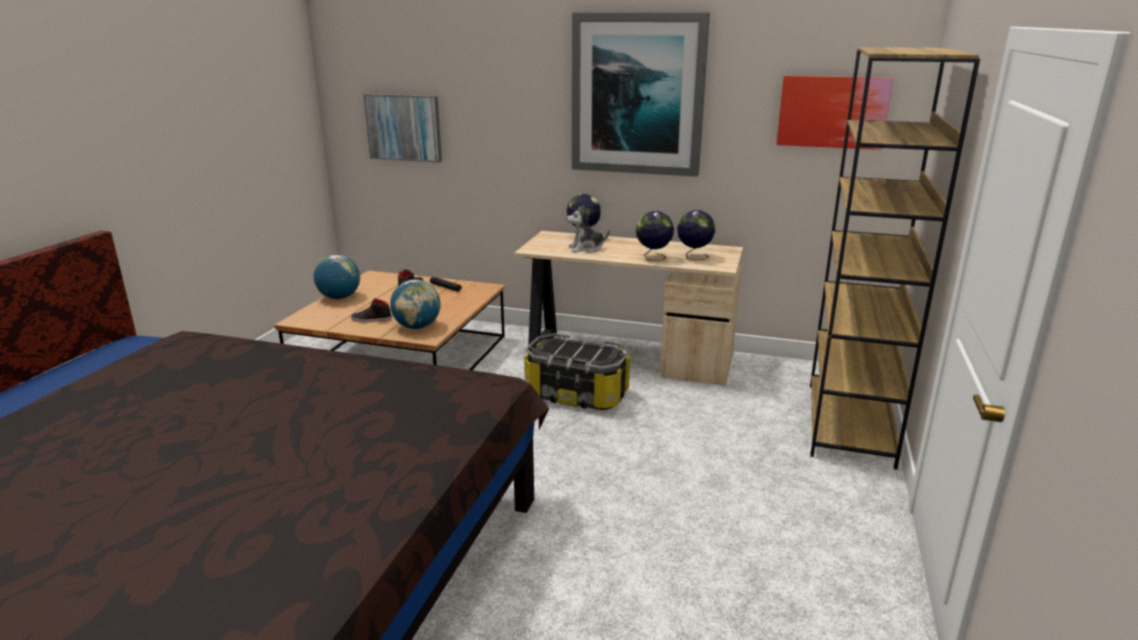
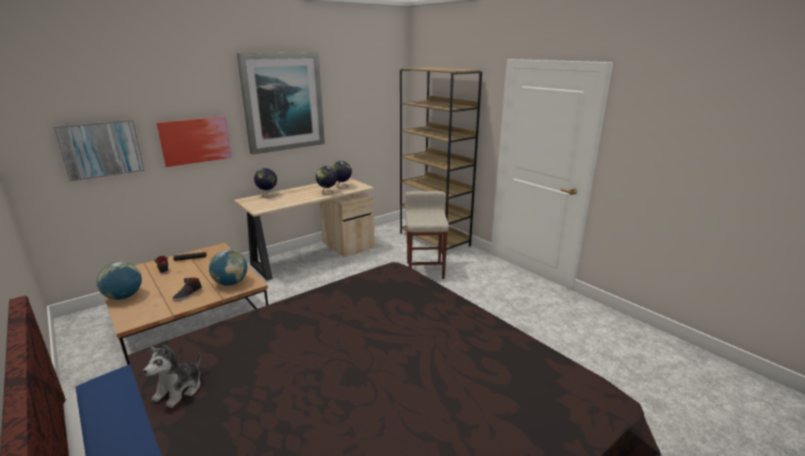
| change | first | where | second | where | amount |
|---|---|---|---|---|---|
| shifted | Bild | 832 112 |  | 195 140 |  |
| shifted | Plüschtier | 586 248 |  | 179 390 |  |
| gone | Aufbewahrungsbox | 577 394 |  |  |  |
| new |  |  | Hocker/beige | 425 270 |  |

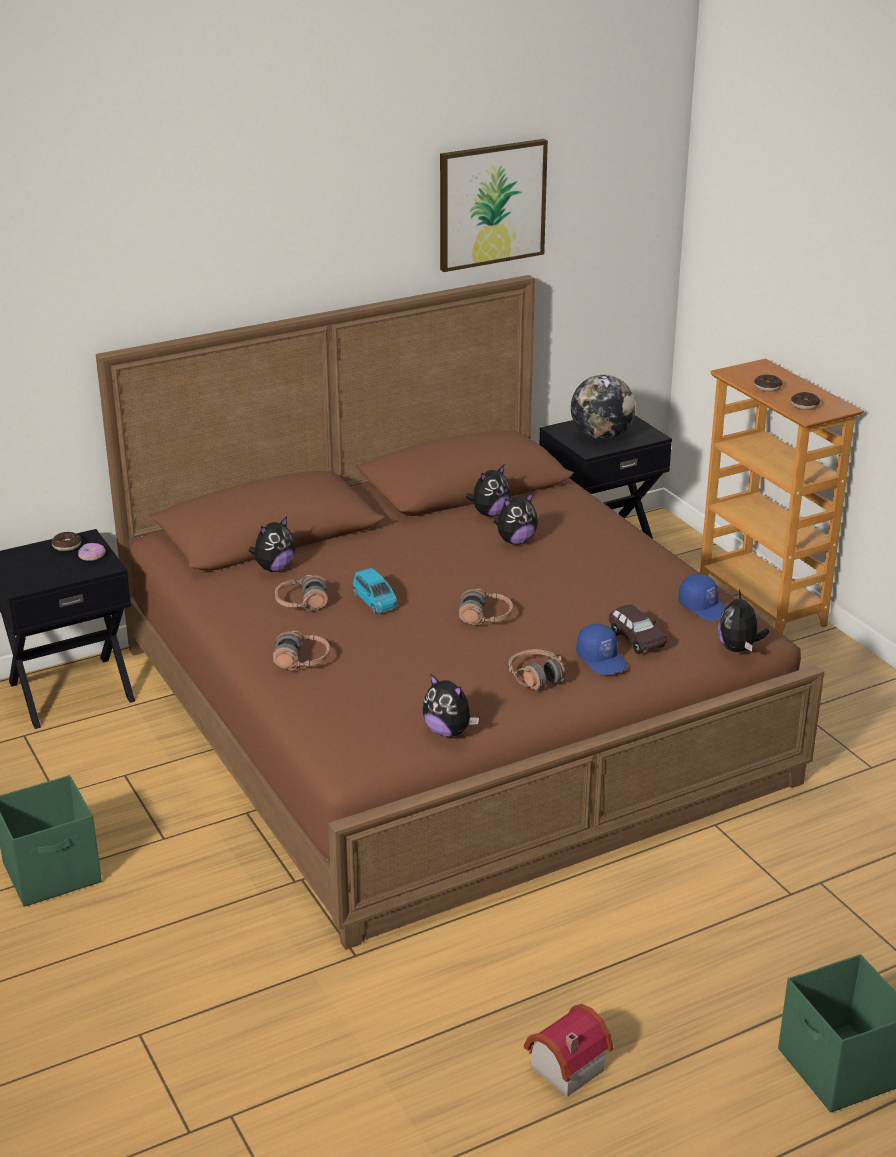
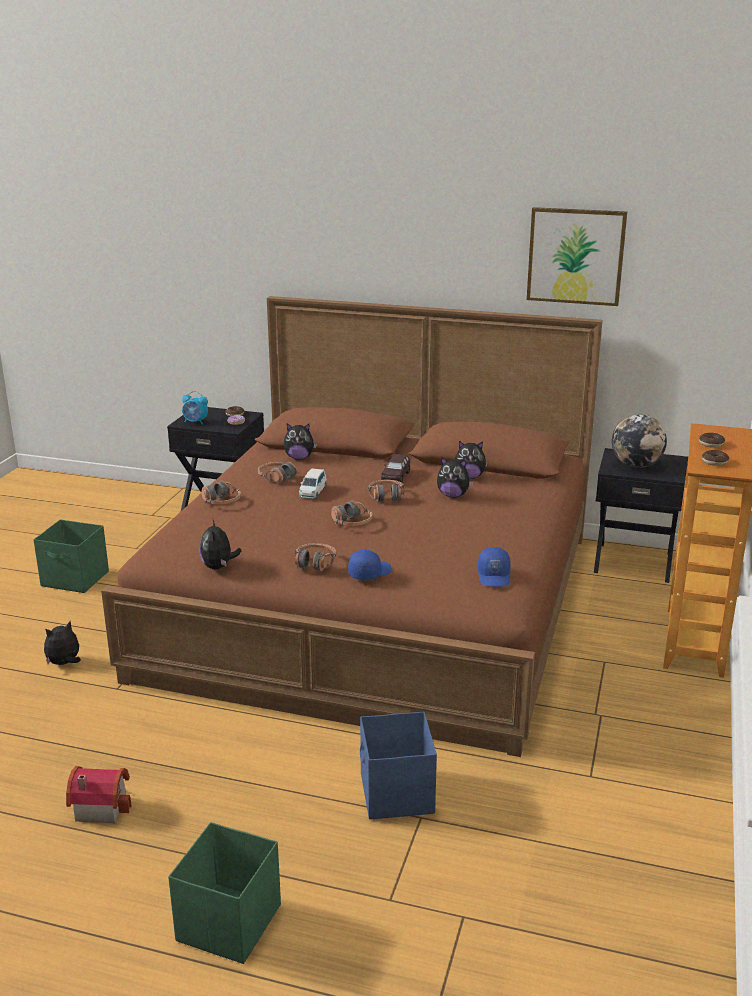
| change | first | where | second | where | amount |
|---|---|---|---|---|---|
| repainted | Spielzeugauto/blau | 375 601 | Spielzeugauto/weiß | 313 492 |  |
| shifted | Plüschtier | 738 649 |  | 64 663 |  |
| shifted | Spielzeugauto/braun | 636 639 |  | 396 476 |  |
| rotated | Kappe/blau | 602 659 |  | 369 572 | 150 degrees counterclockwise |
| new |  |  | Wecker | 195 422 |  |
| new |  |  | Kopfhörer | 386 496 |  |
| new |  |  | Aufbewahrungsbox/blau | 396 795 |  |

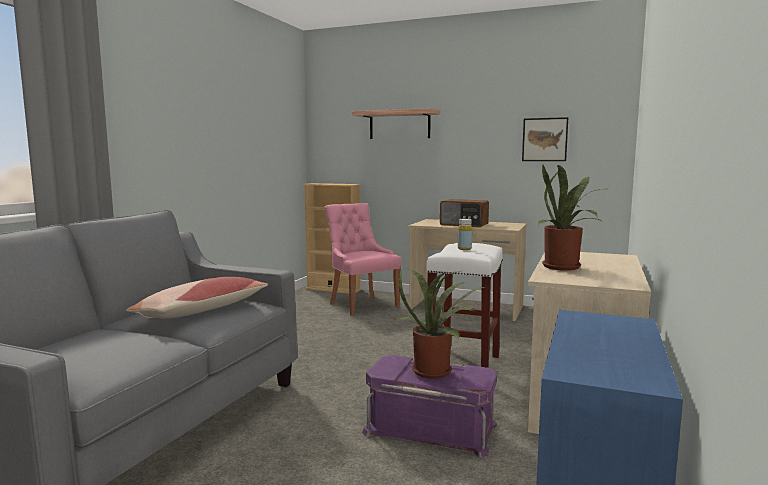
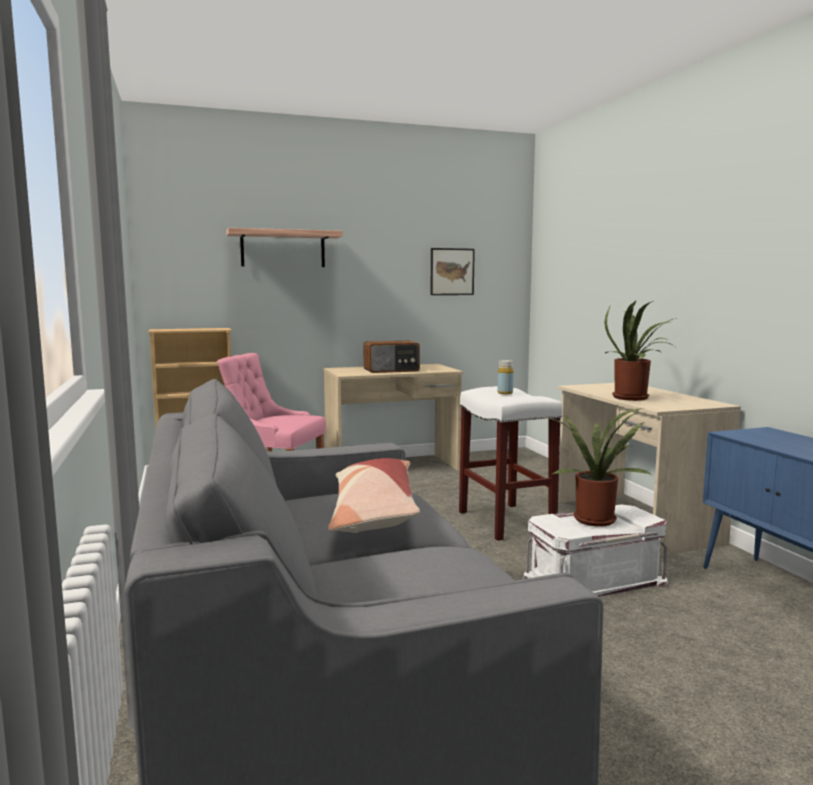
| change | first | where | second | where | amount |
|---|---|---|---|---|---|
| repainted | Aufbewahrungsbox/lila | 431 428 | Aufbewahrungsbox/weiß | 593 580 |  |

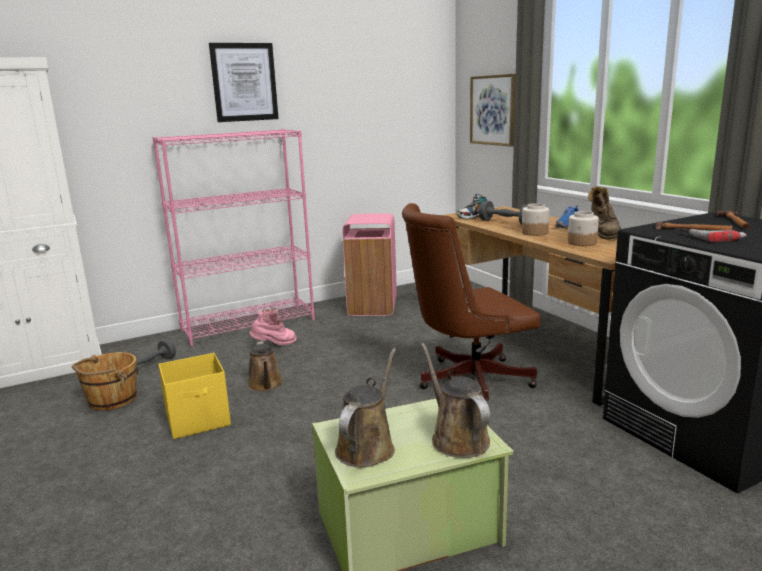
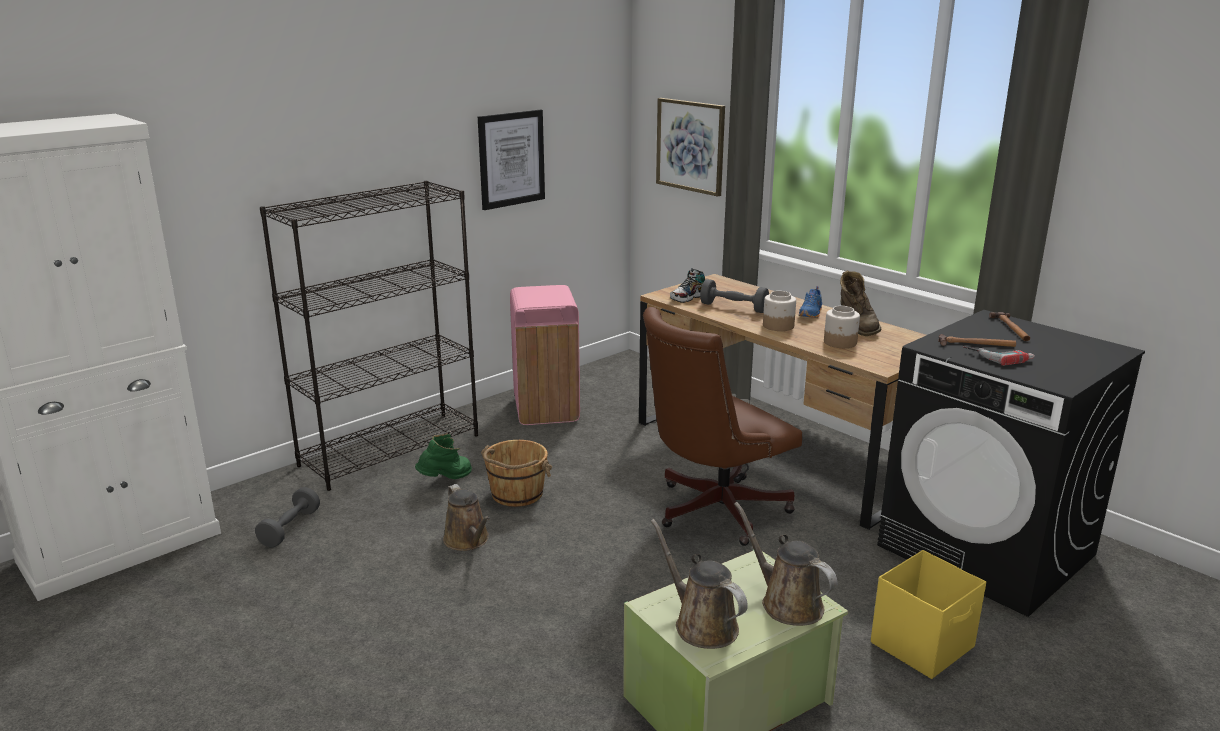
| change | first | where | second | where | amount |
|---|---|---|---|---|---|
| shifted | Bild | 244 82 |  | 511 159 |  |
| repainted | Bücherregal/rosa | 249 325 | Bücherregal/schwarz | 391 449 |  |
| repainted | Stiefel/rosa | 275 345 | Stiefel/grün | 446 480 |  |
| rotated | Gießkanne/braun | 367 446 |  | 701 624 | 45 degrees counterclockwise |
| shifted | Eimer/braun | 111 400 |  | 516 494 |  |
| shifted | Aufbewahrungsbox/gelb | 199 420 |  | 923 645 |  |

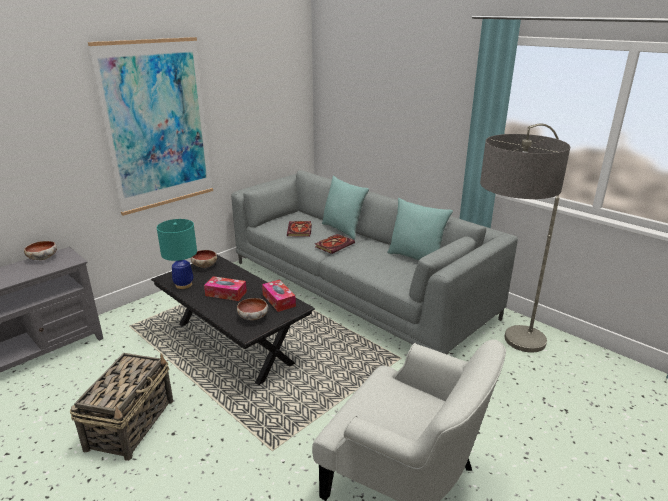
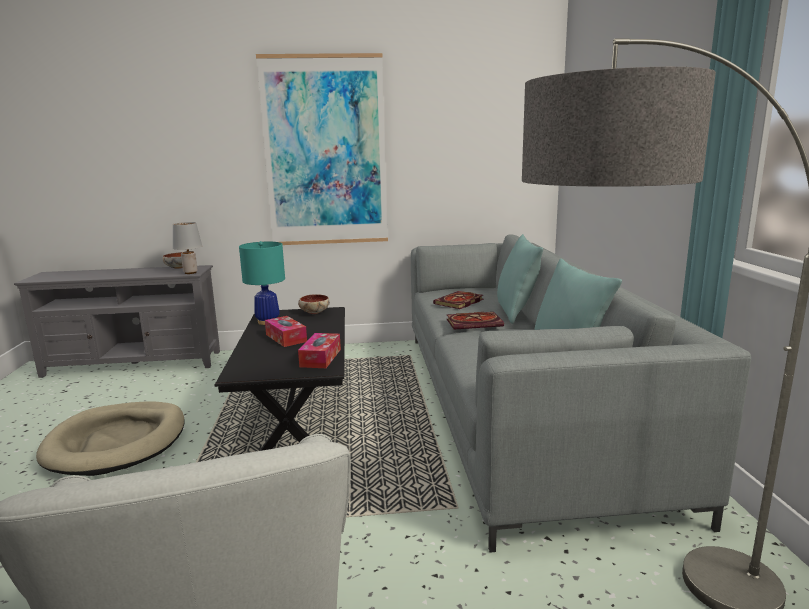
| change | first | where | second | where | amount |
|---|---|---|---|---|---|
| gone | Schüssel | 253 317 |  |  |  |
| swapped | Korb | 131 423 | Hundebett/beige | 117 442 |  |
| new |  |  | Tischlampe/grau | 191 272 |  |

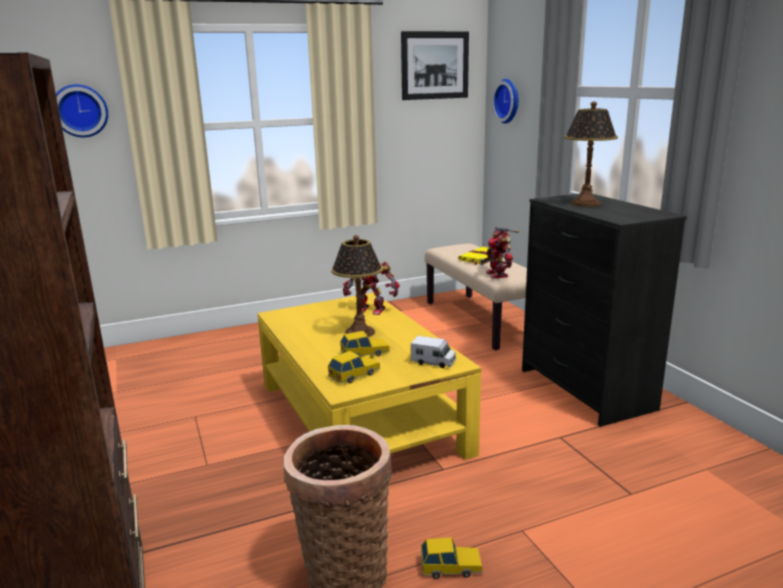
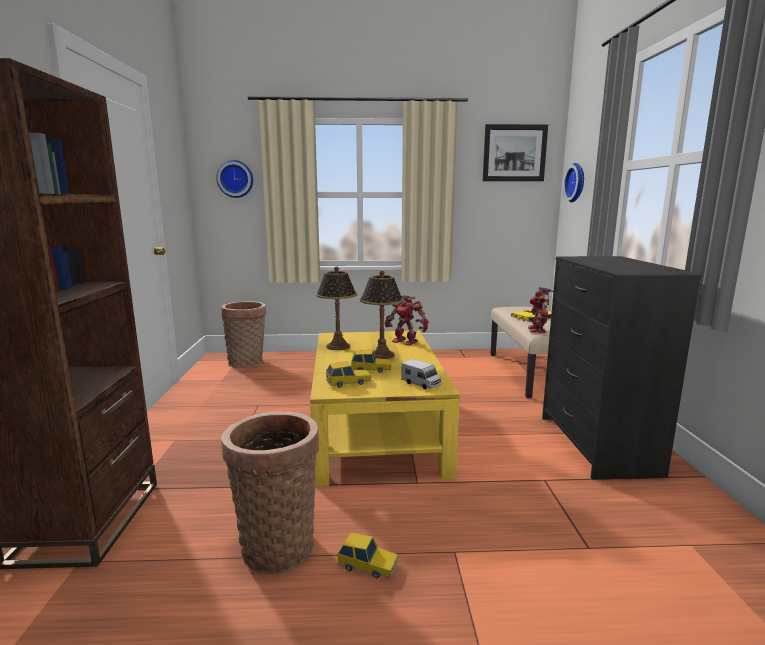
| change | first | where | second | where | amount |
|---|---|---|---|---|---|
| shifted | Tischlampe | 585 203 |  | 337 346 |  |
| new |  |  | Korb | 247 362 |  |

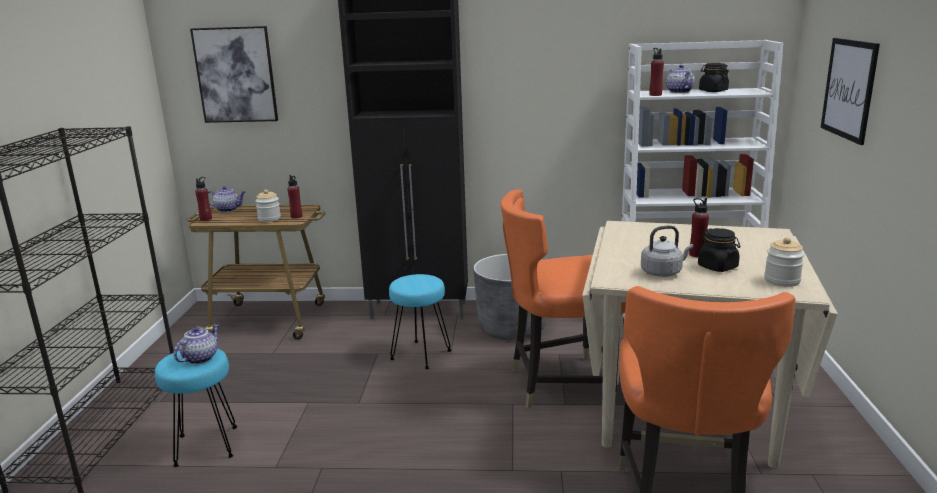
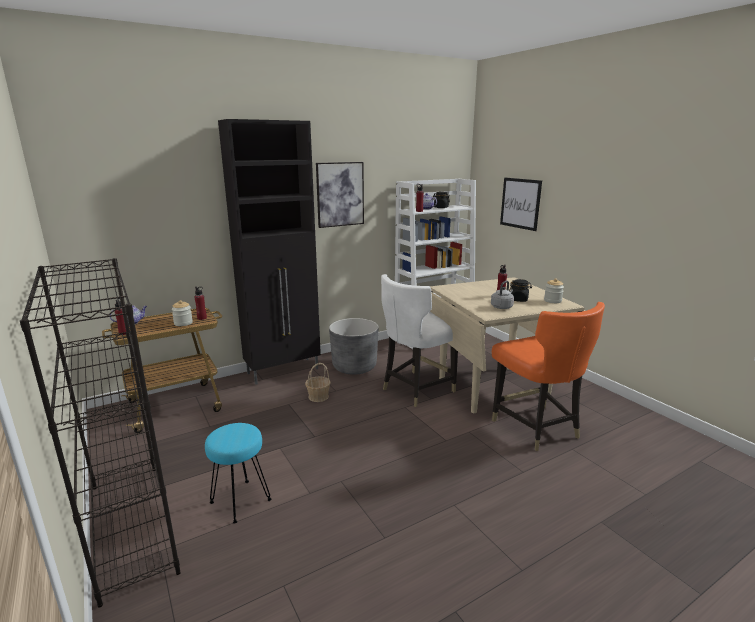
| change | first | where | second | where | amount |
|---|---|---|---|---|---|
| shifted | Bild | 235 75 |  | 340 194 |  |
| repainted | Stuhl/orange | 561 384 | Stuhl/weiß | 417 389 |  |
| swapped | Hocker/türkis | 420 354 | Korb | 318 396 |  |
| gone | Teekanne | 200 358 |  |  |  |

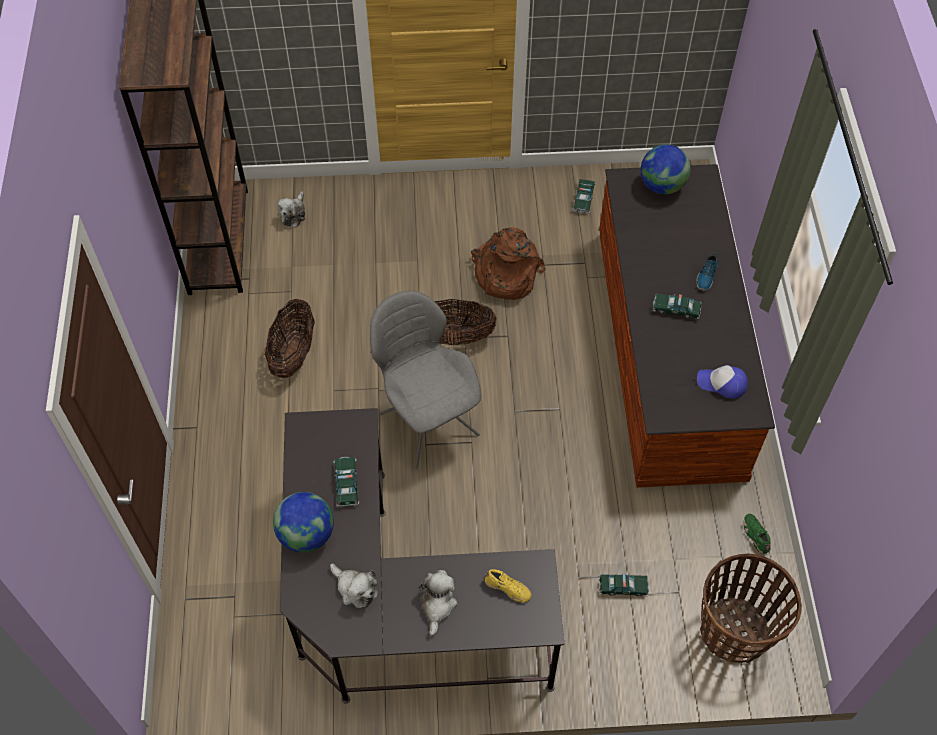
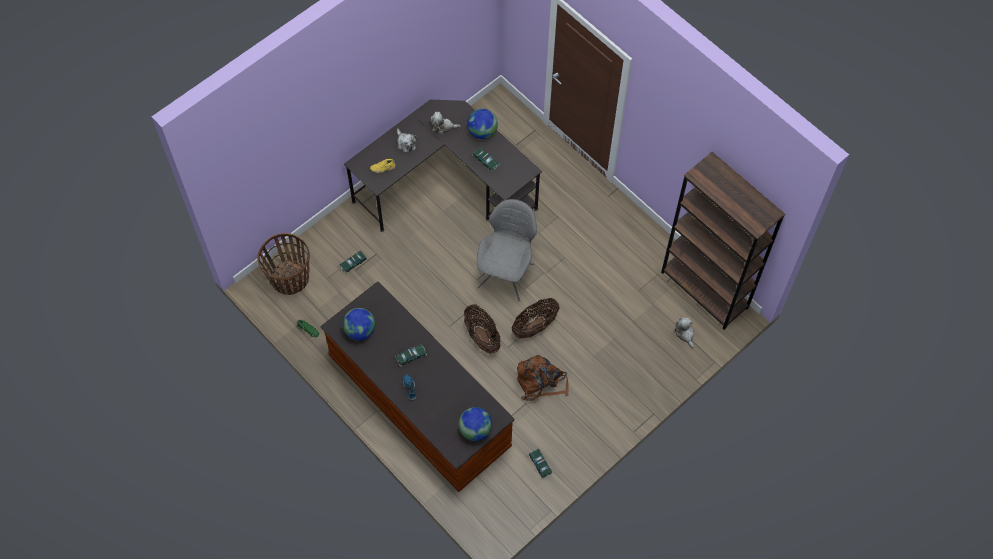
| change | first | where | second | where | amount |
|---|---|---|---|---|---|
| rotated | Stuhl/grau | 427 421 |  | 506 274 | 90 degrees counterclockwise |
| shifted | Korb | 293 353 |  | 482 336 |  |
| swapped | Kappe | 722 384 | Globus | 360 331 |  |

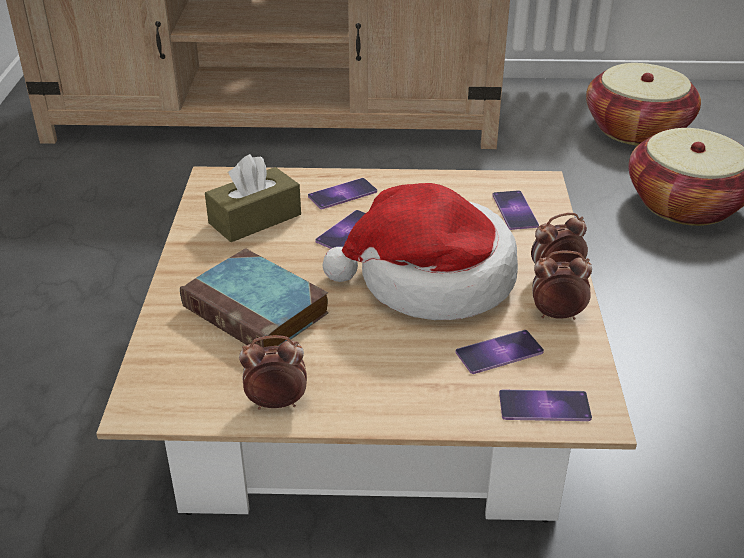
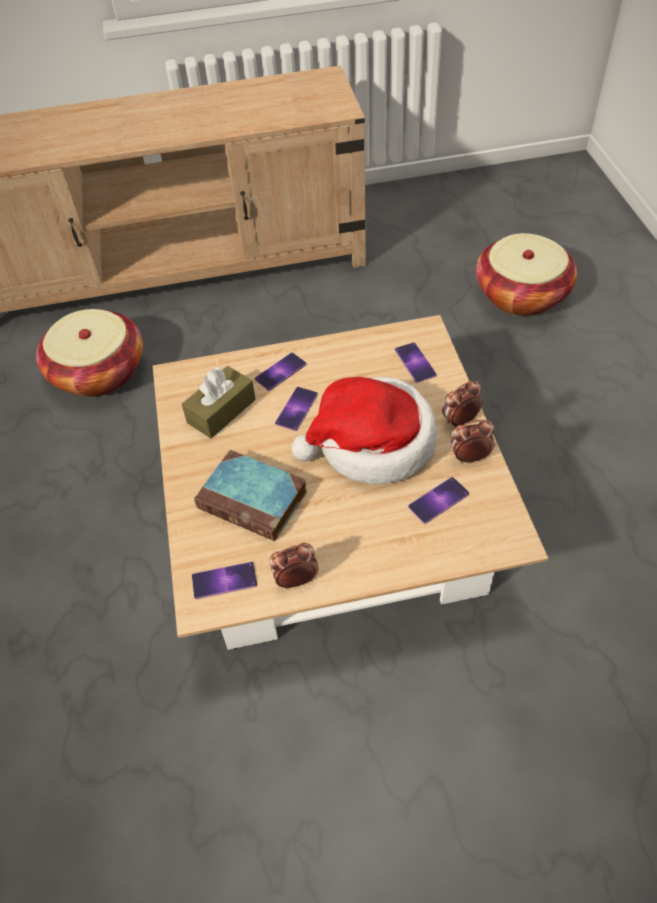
| change | first | where | second | where | amount |
|---|---|---|---|---|---|
| shifted | Korb | 636 129 |  | 99 372 |  |
| shifted | Handy | 544 406 |  | 224 580 |  |

